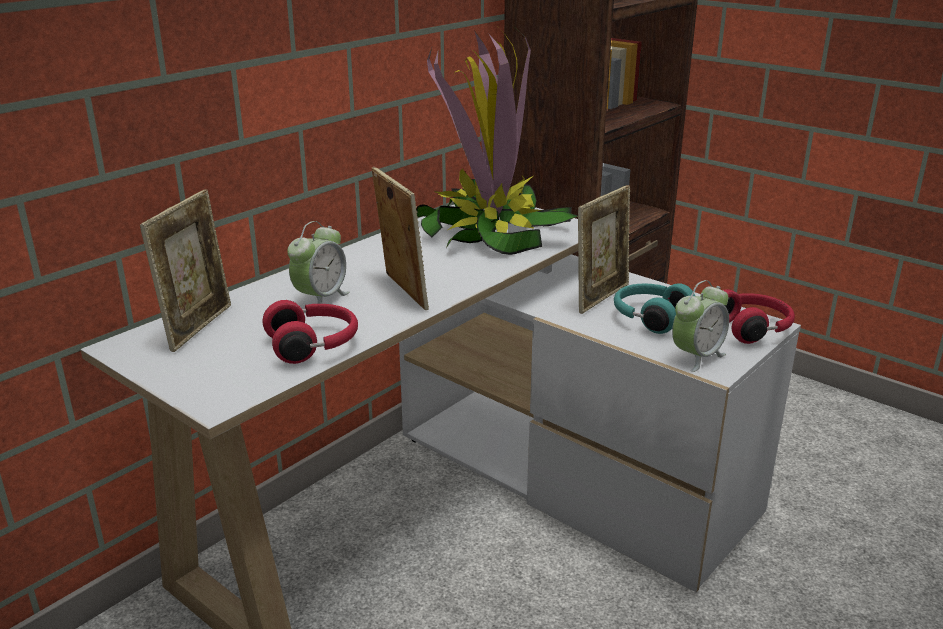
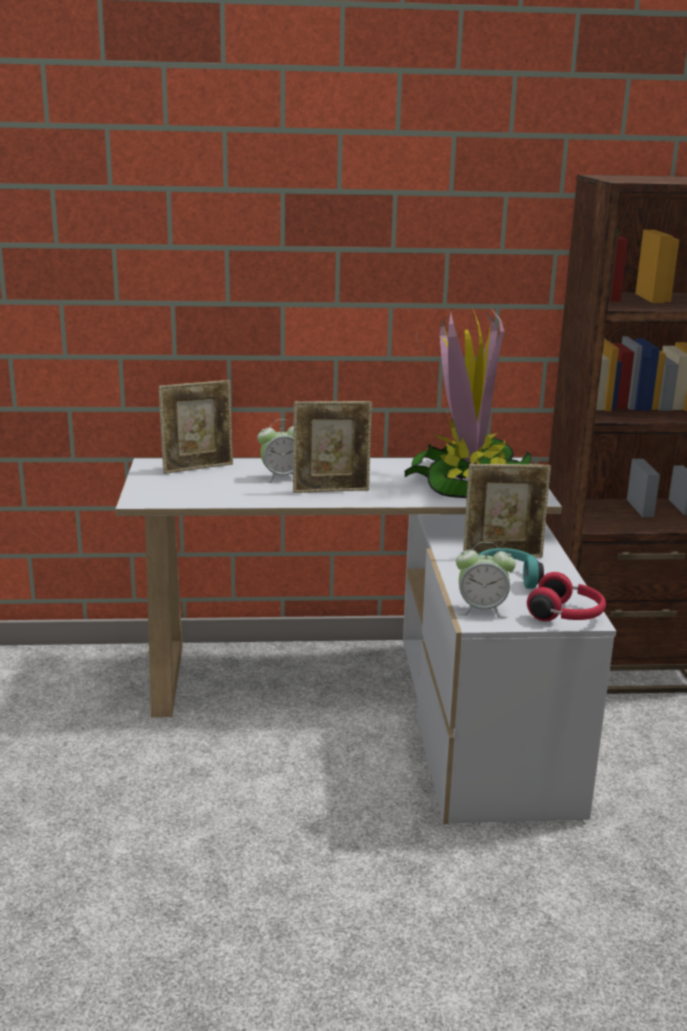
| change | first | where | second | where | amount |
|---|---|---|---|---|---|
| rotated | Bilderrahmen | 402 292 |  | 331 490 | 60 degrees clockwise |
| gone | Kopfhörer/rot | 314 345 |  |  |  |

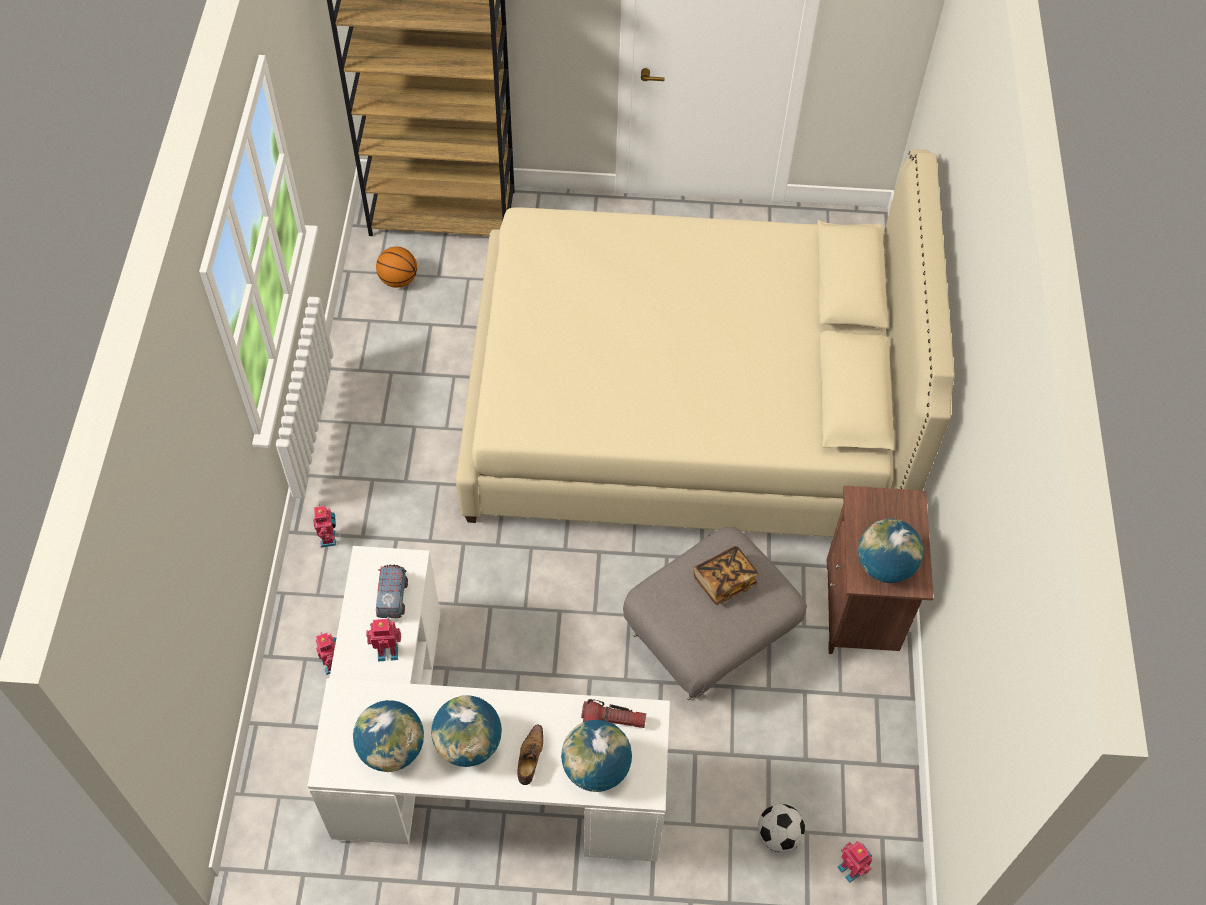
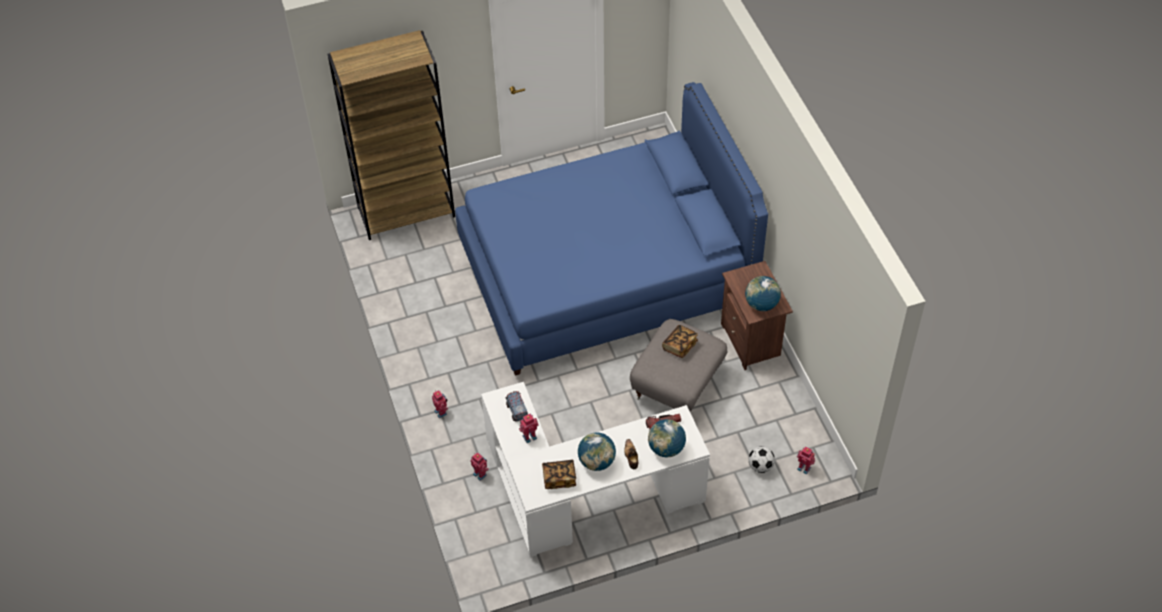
| change | first | where | second | where | amount |
|---|---|---|---|---|---|
| repainted | Bett/beige | 685 409 | Bett/blau | 605 273 |  |
| gone | Basketball | 398 279 |  |  |  |
| swapped | Globus | 392 749 | Buch | 559 478 |  |

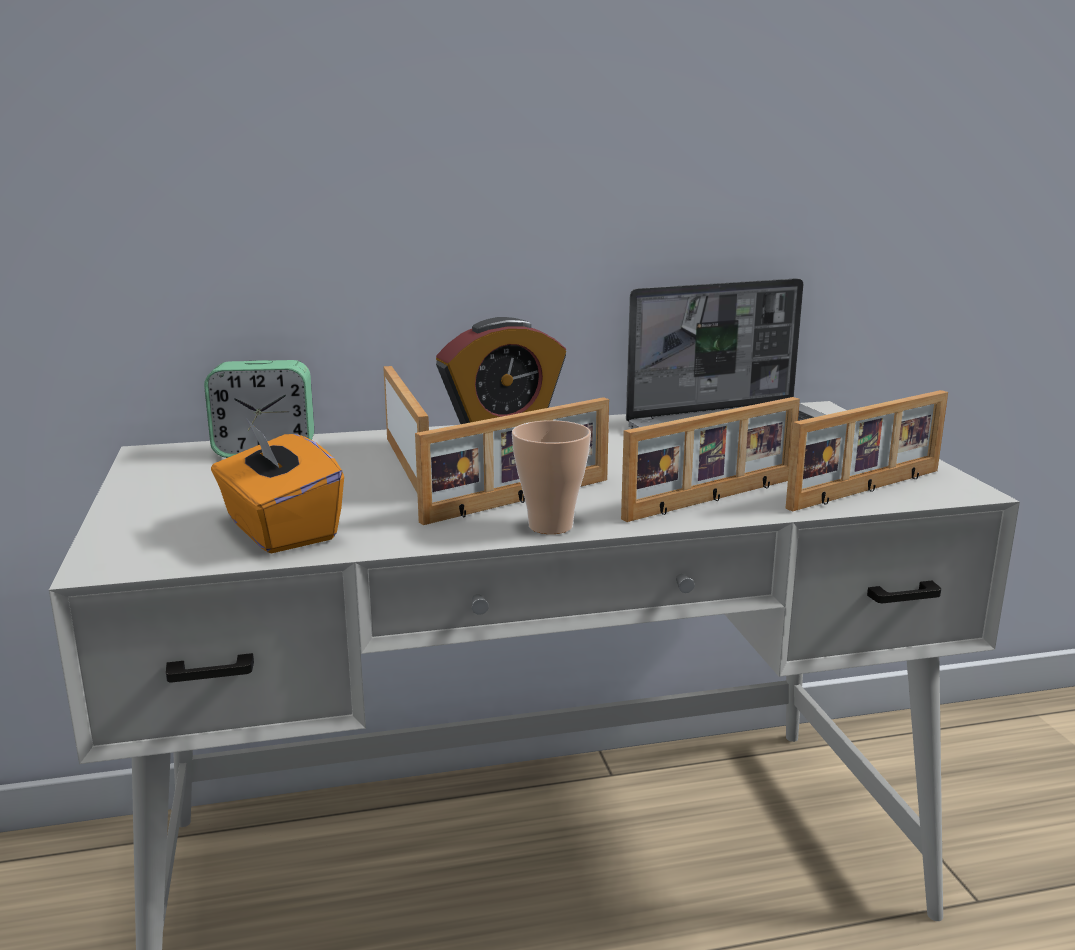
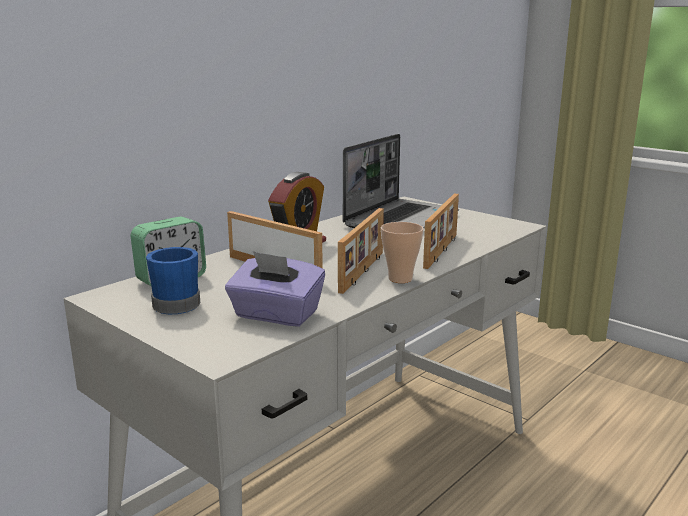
| change | first | where | second | where | amount |
|---|---|---|---|---|---|
| gone | Bilderrahmen | 868 490 |  |  |  |
| repainted | Taschentuchbox/orange | 279 530 | Taschentuchbox/lila | 276 315 |  |
| new |  |  | Henkelbecher/blau | 176 303 |  |

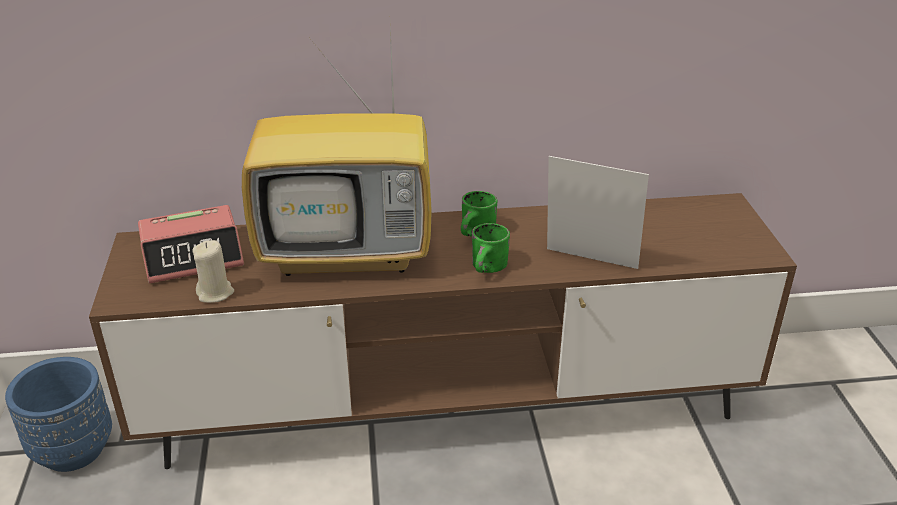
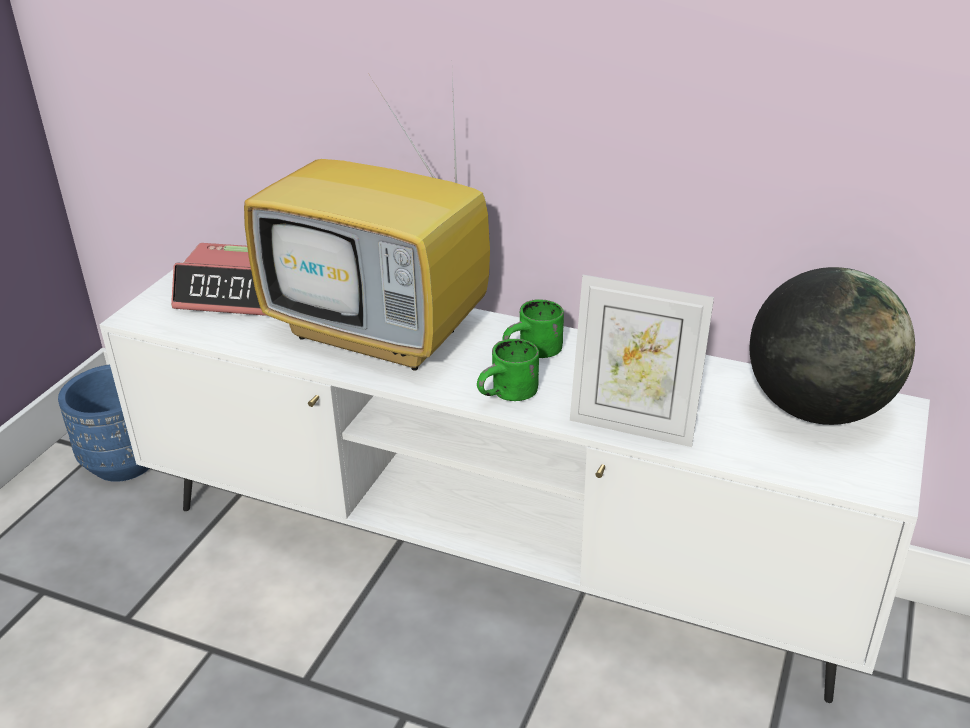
| change | first | where | second | where | amount |
|---|---|---|---|---|---|
| rotated | Bilderrahmen | 589 263 |  | 633 426 | 150 degrees clockwise |
| repainted | Fernsehschrank/braun | 448 410 | Fernsehschrank/weiß | 490 557 |  |
| gone | Kerze/beige | 215 293 |  |  |  |
| new |  |  | Globus | 817 410 |  |

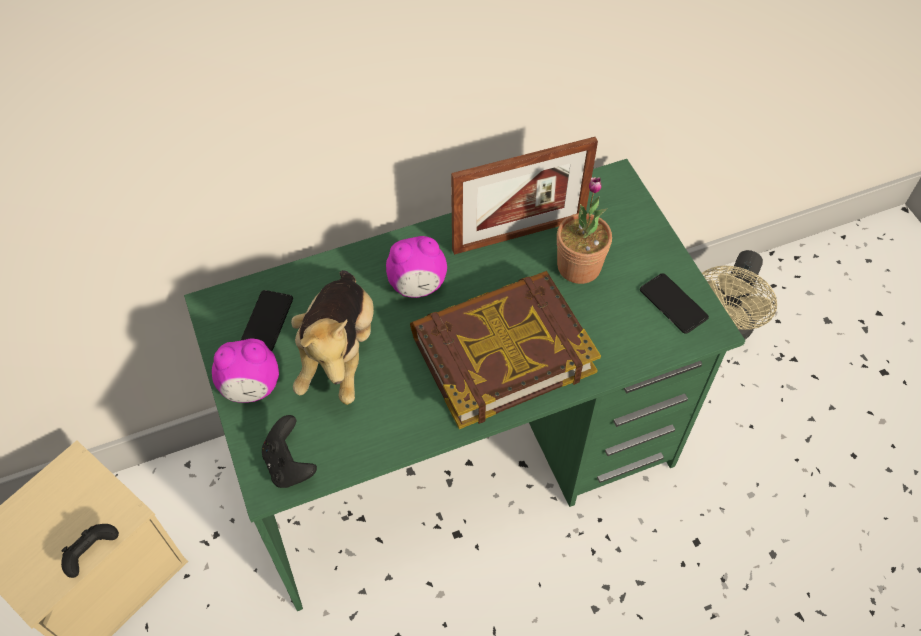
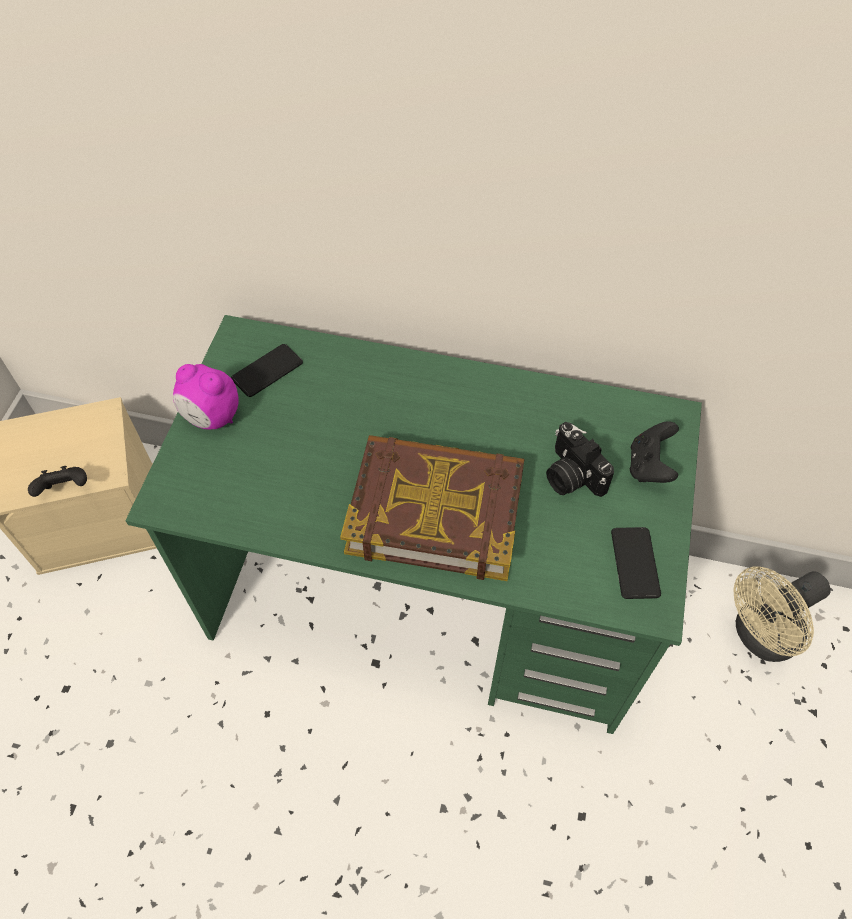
| change | first | where | second | where | amount |
|---|---|---|---|---|---|
| gone | Bilderrahmen | 519 234 |  |  |  |
| swapped | Topfpflanze | 579 266 | Kamera | 570 476 |  |
| gone | Wecker | 417 286 |  |  |  |
| gone | Plüschtier | 338 353 |  |  |  |
| shifted | Gamepad/schwarz | 289 464 |  | 649 466 |  |

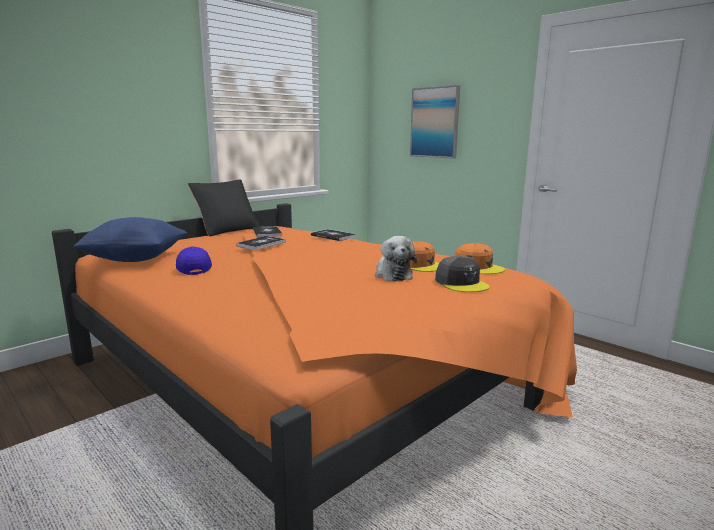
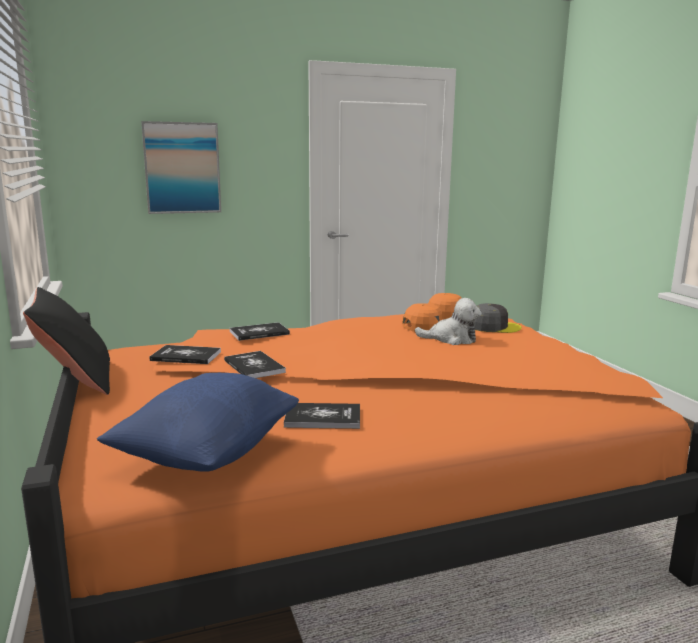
| change | first | where | second | where | amount |
|---|---|---|---|---|---|
| swapped | Kappe/blau | 193 269 | Buch | 323 417 |  |

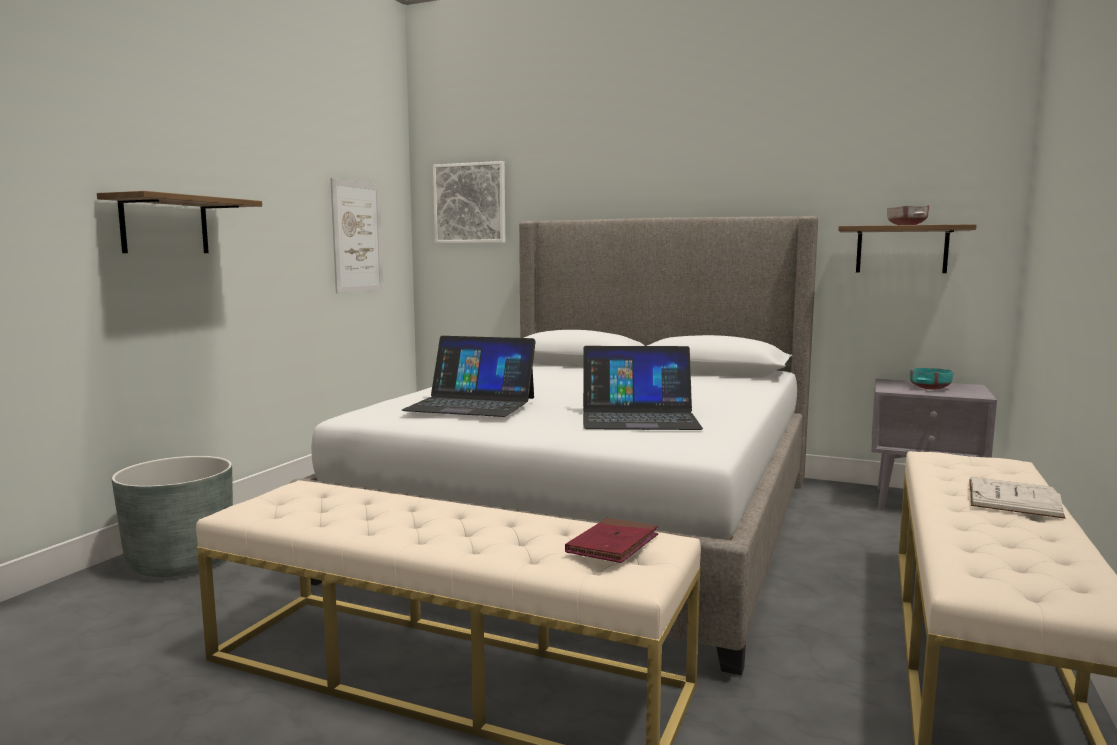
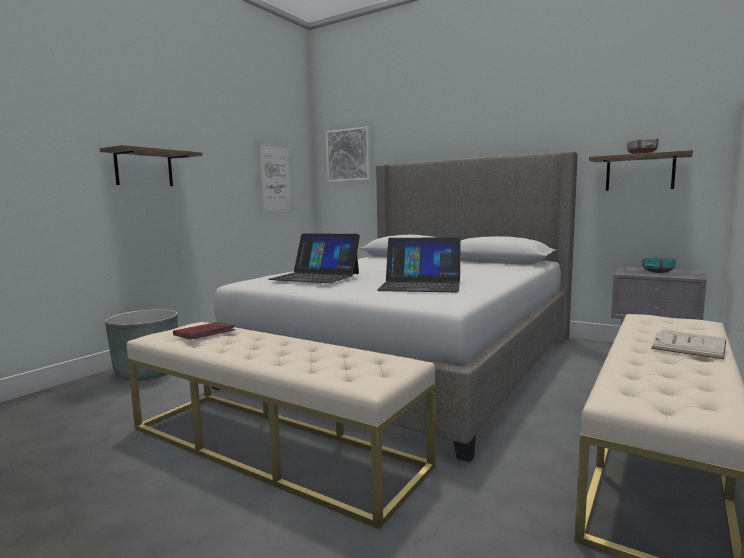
| change | first | where | second | where | amount |
|---|---|---|---|---|---|
| shifted | Buch/rot | 613 545 |  | 205 333 |  |

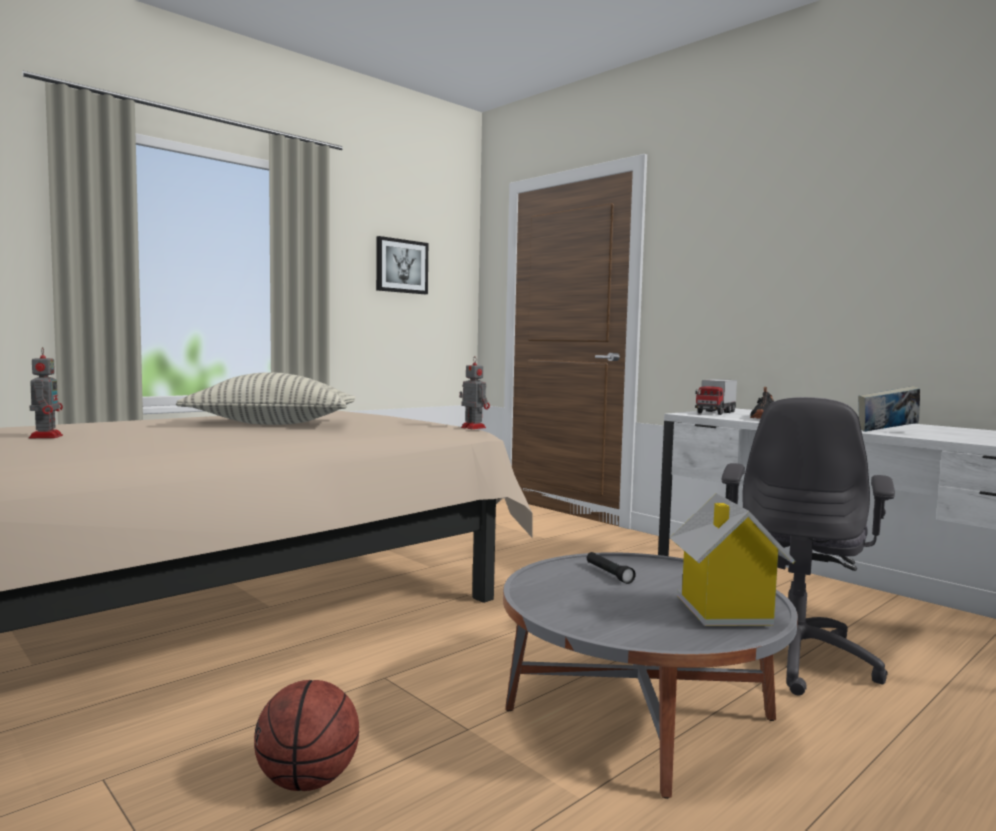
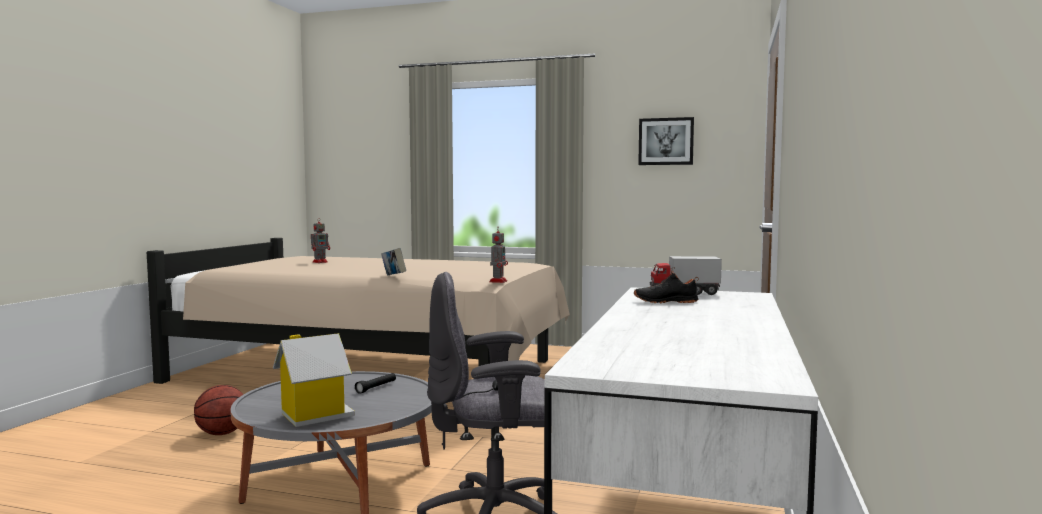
| change | first | where | second | where | amount |
|---|---|---|---|---|---|
| gone | Kissen | 272 424 |  |  |  |
| shifted | Buch | 887 432 |  | 393 277 |  |

